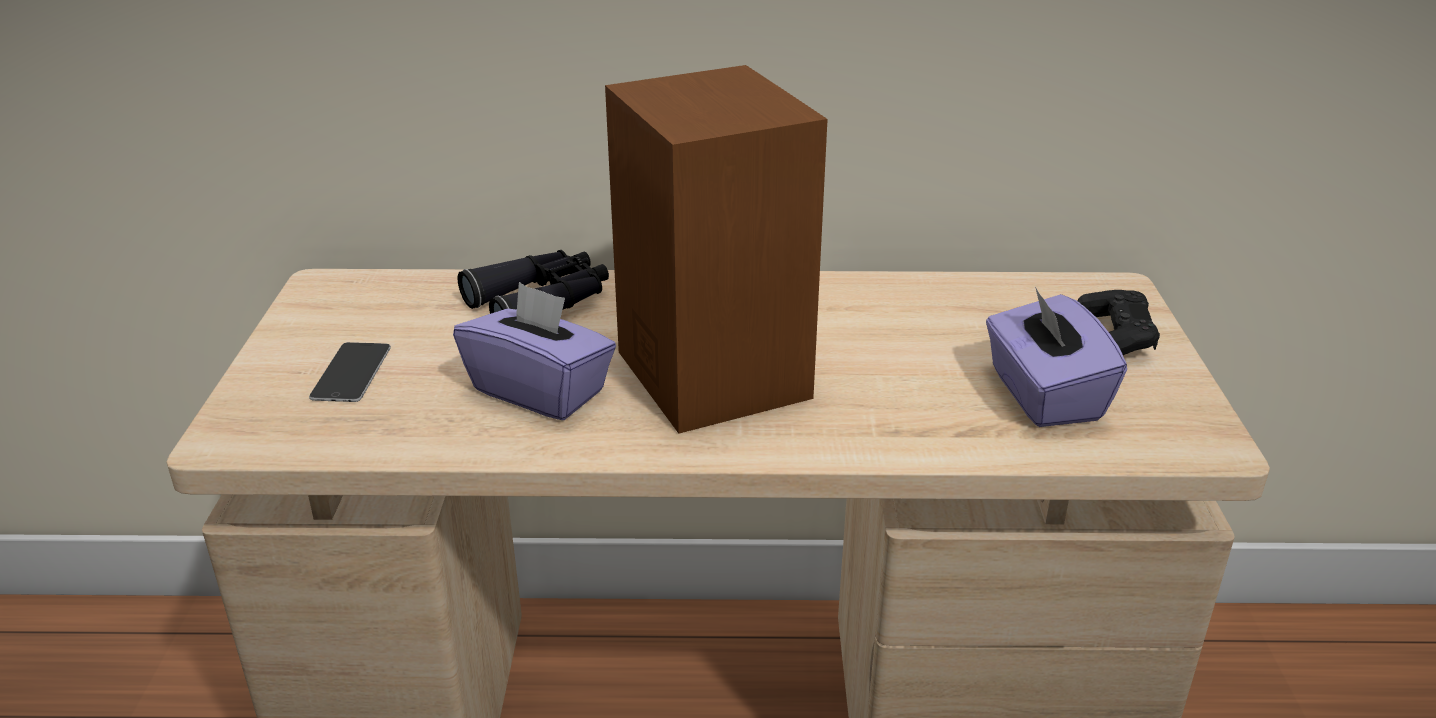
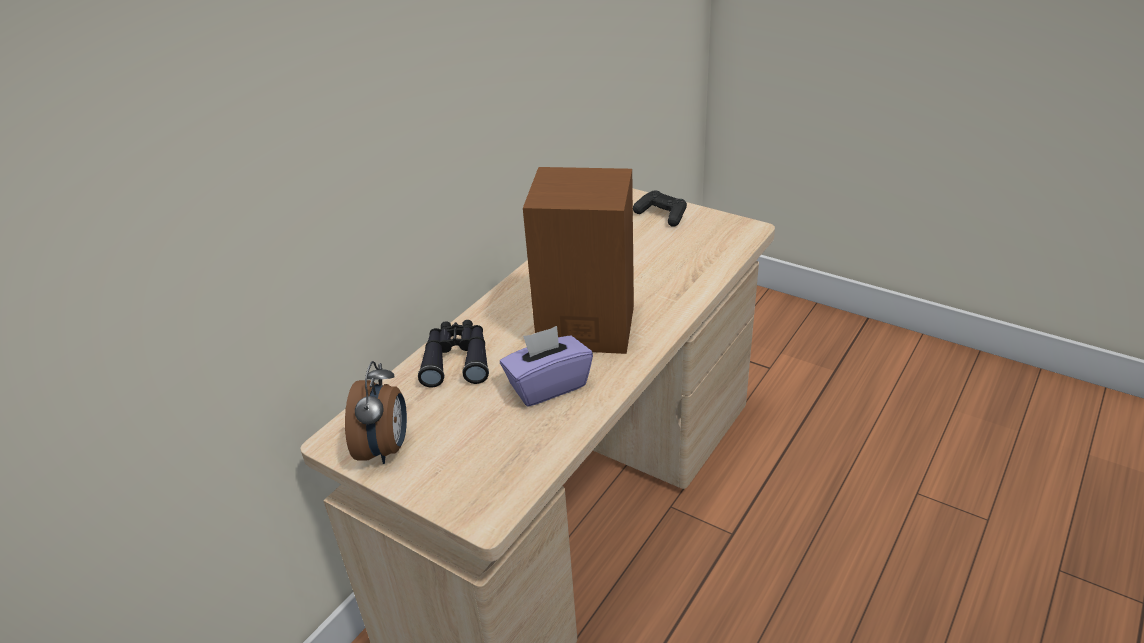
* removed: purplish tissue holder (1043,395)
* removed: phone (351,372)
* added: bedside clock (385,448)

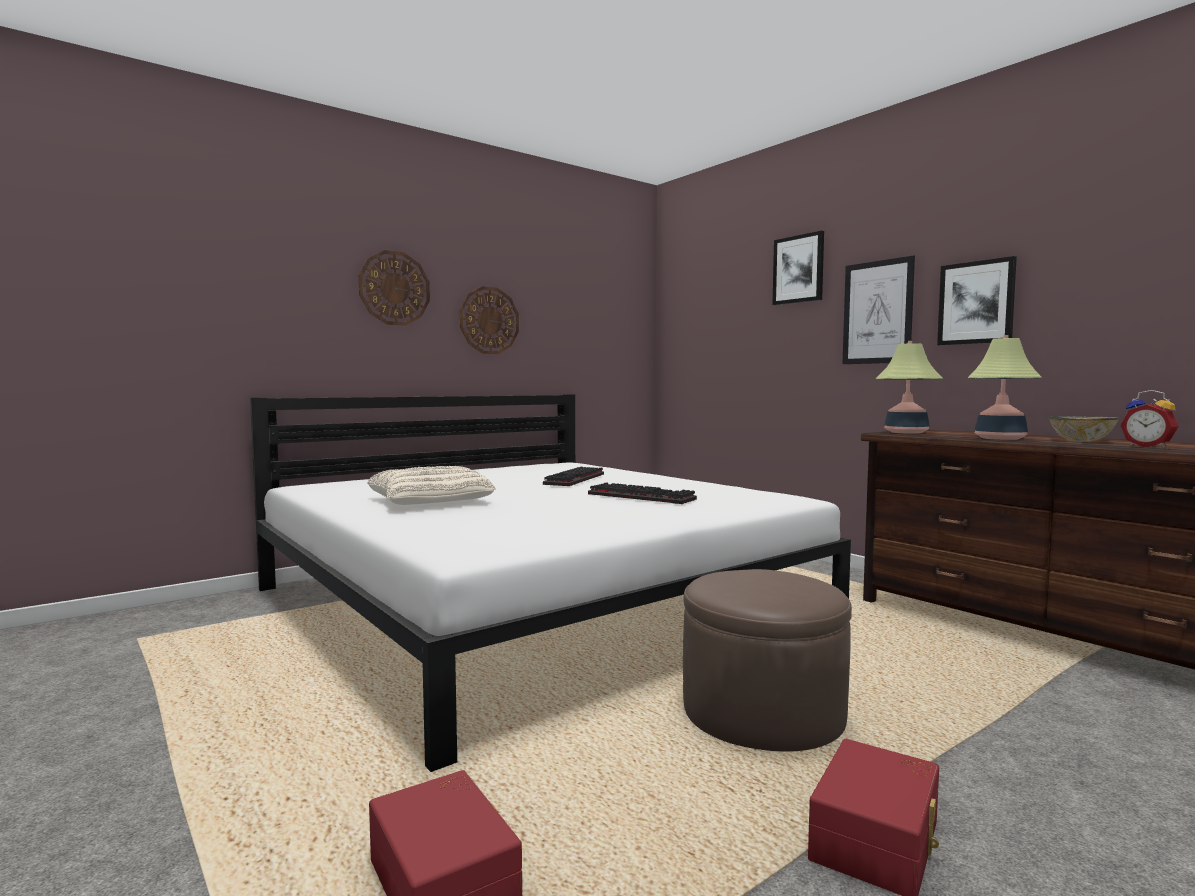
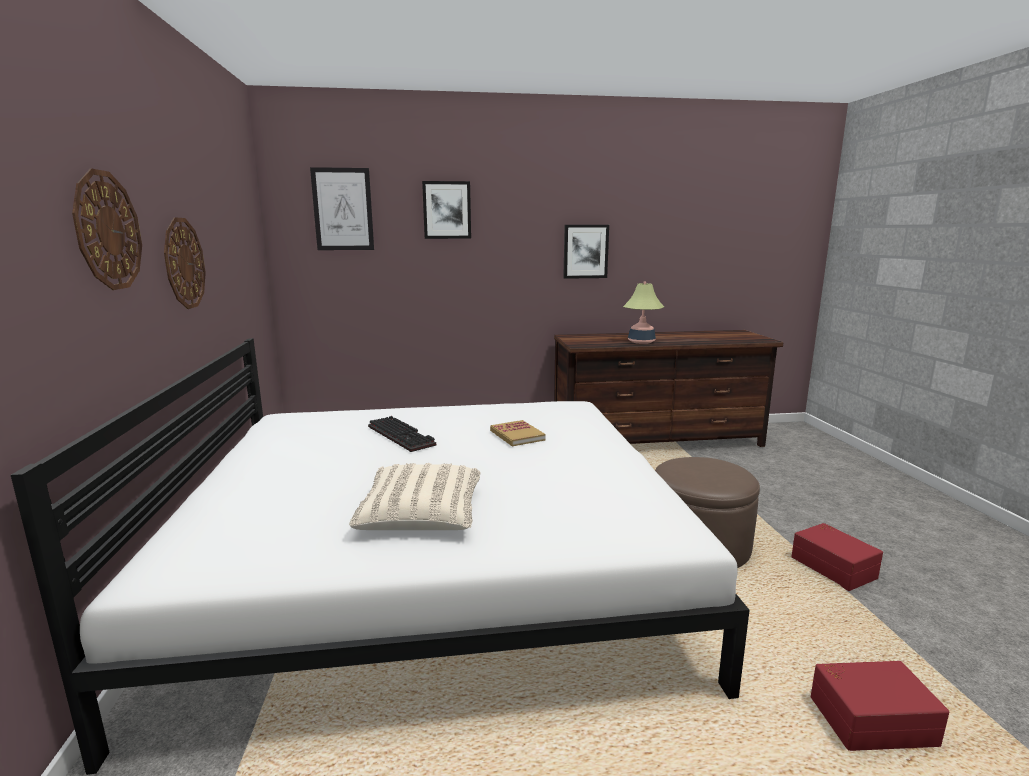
* moved: wall picture (877,312) to (343,209)
* removed: table lamp (906,432)
* removed: bedside clock (1148,446)
* removed: deep dish (1080,440)
* replaced: computer keyboard (643,497) to book (517,435)

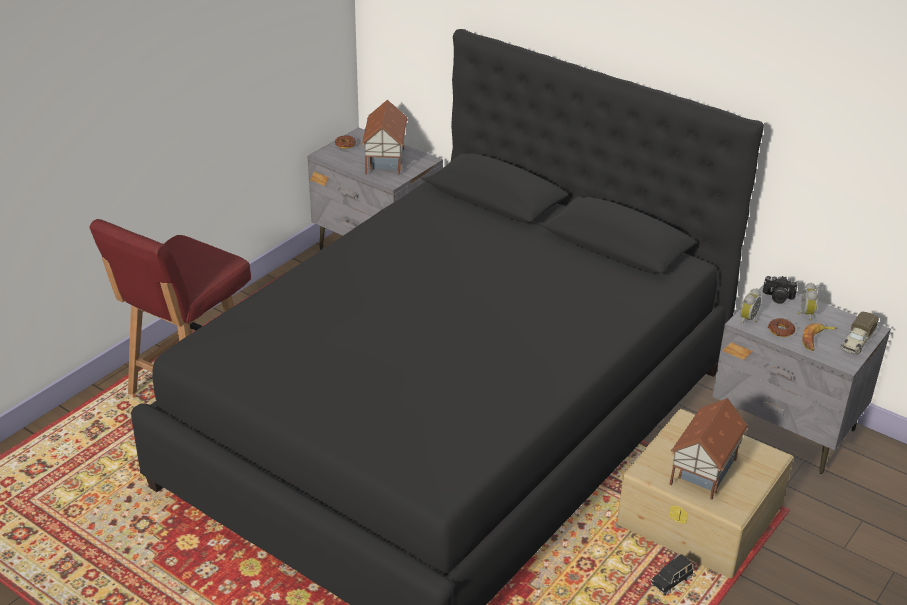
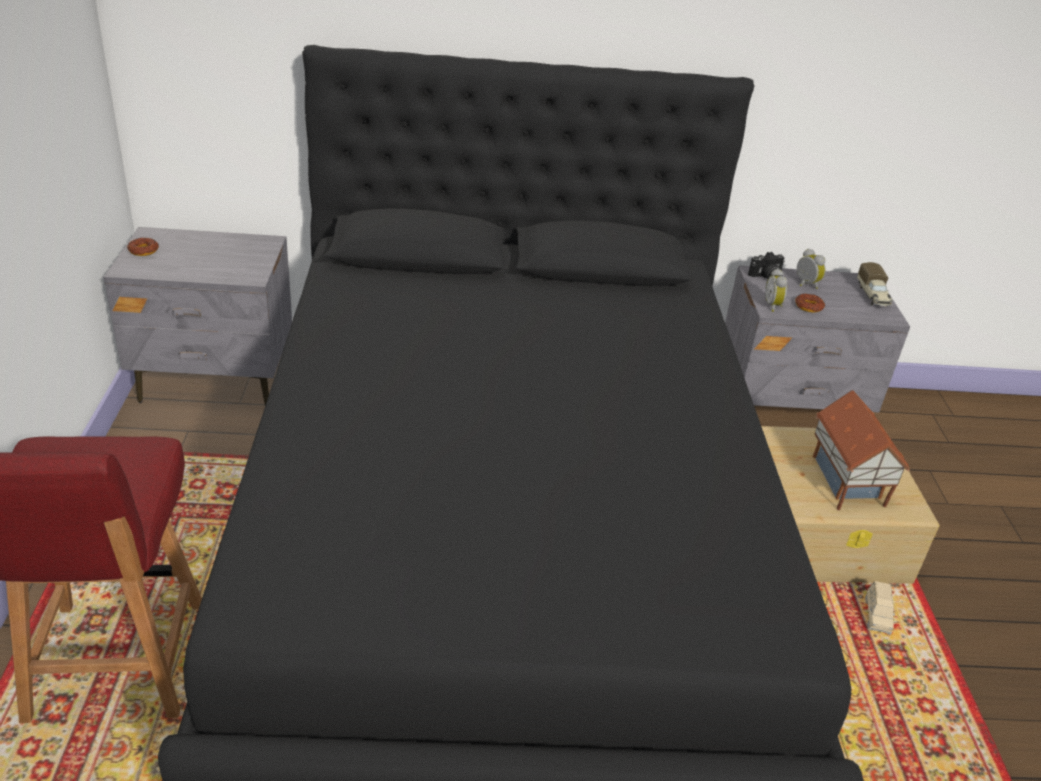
* removed: miniature house (384,161)
* removed: whole banana (817,340)
* recoloured: black model car (671,582) to sand-coloured model car (876,616)

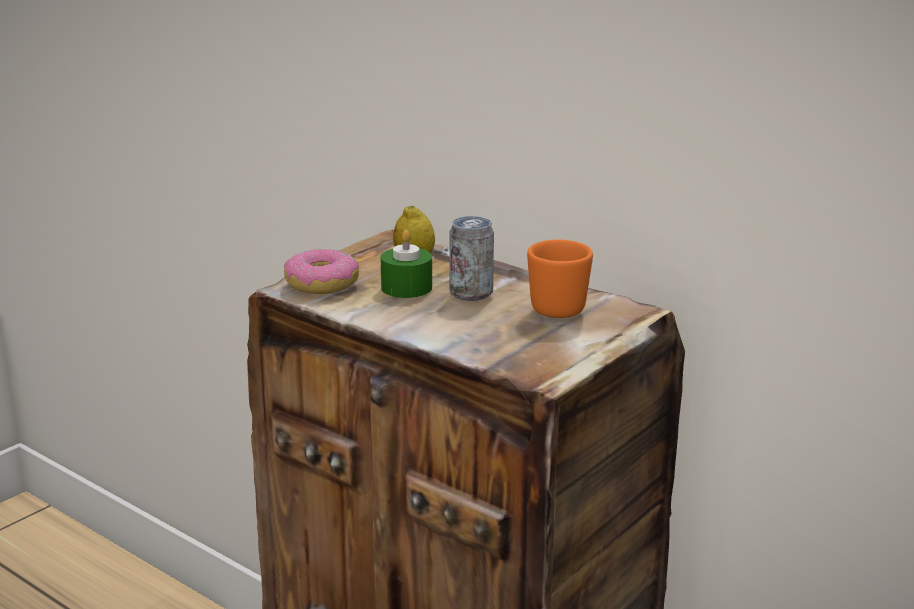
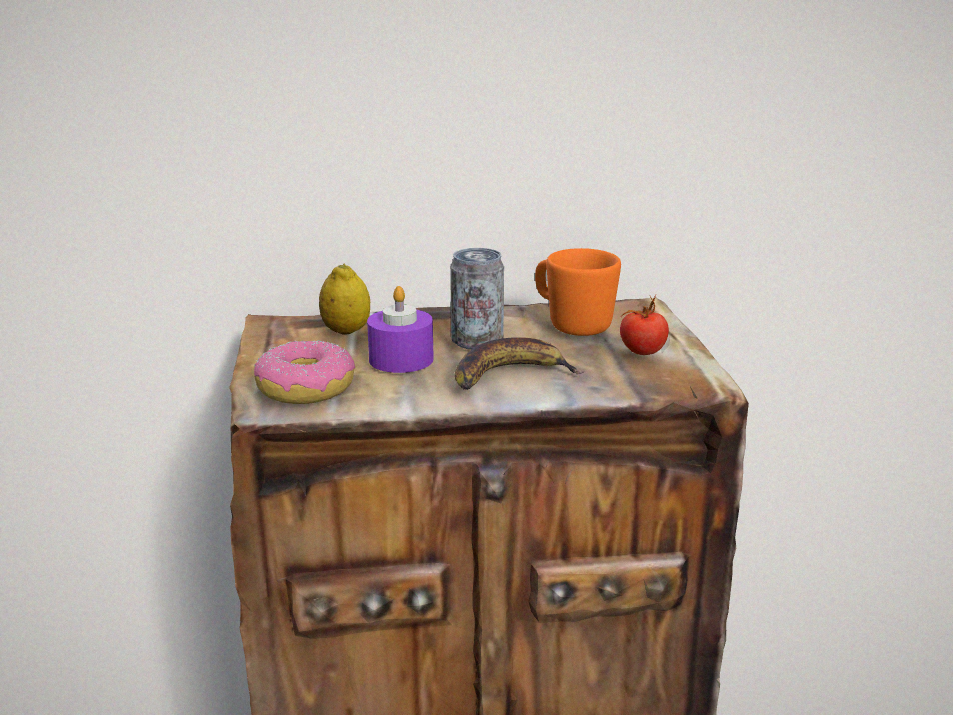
* recoloured: greenish wax light (406,288) to purplish wax light (401,359)
* added: fresh tomato (642,352)
* added: whole banana (509,376)

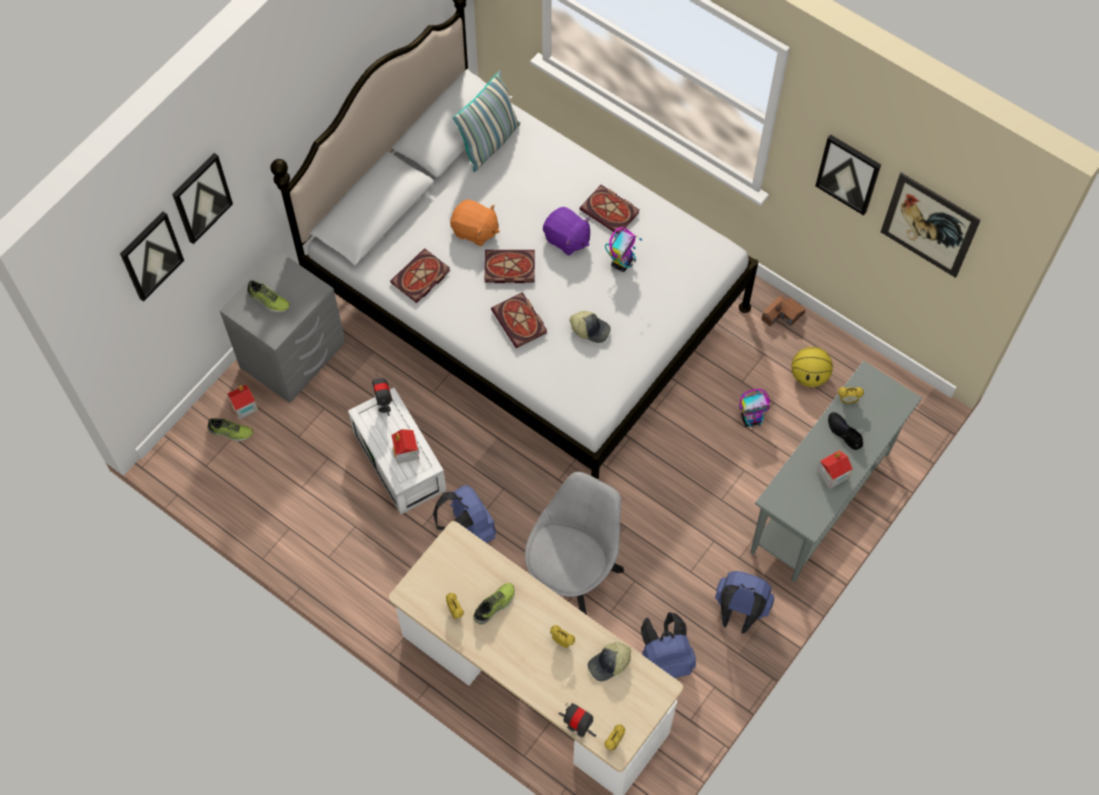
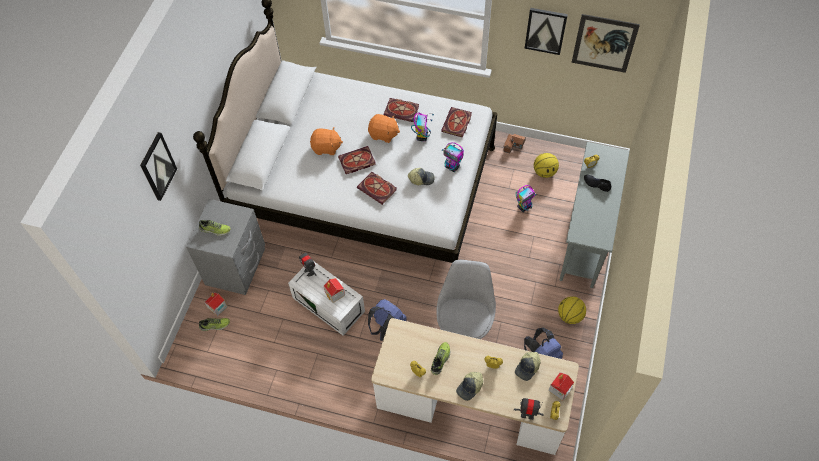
* removed: pillow (490,143)
* recoloured: purplish cuddly toy (566,239) to orange-coloured cuddly toy (383,134)
* removed: wall picture (151,255)
* moved: book (420,278) to (457,124)
* moved: miniature house (832,474) to (559,389)
* replaced: blue rucksack (739,611) to basketball (570,316)
* added: robot figure (452,167)
* added: baseball cap (470,388)

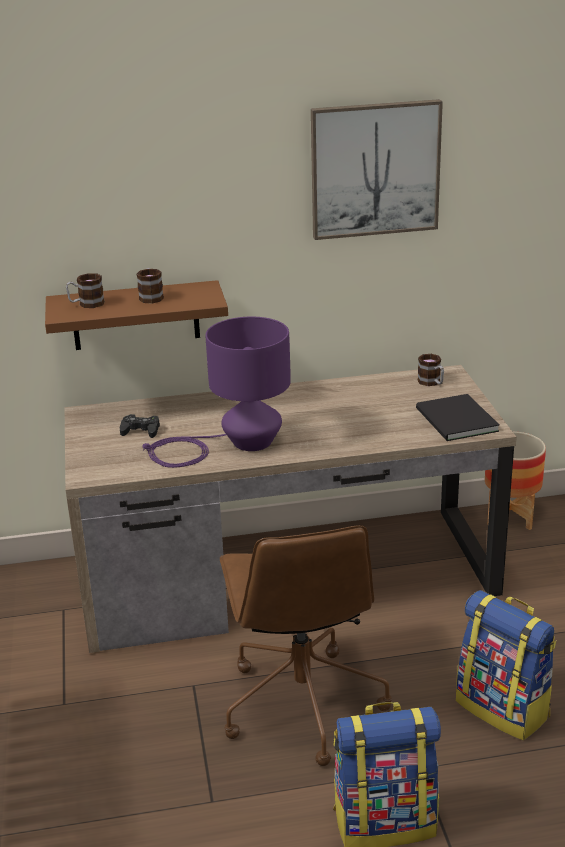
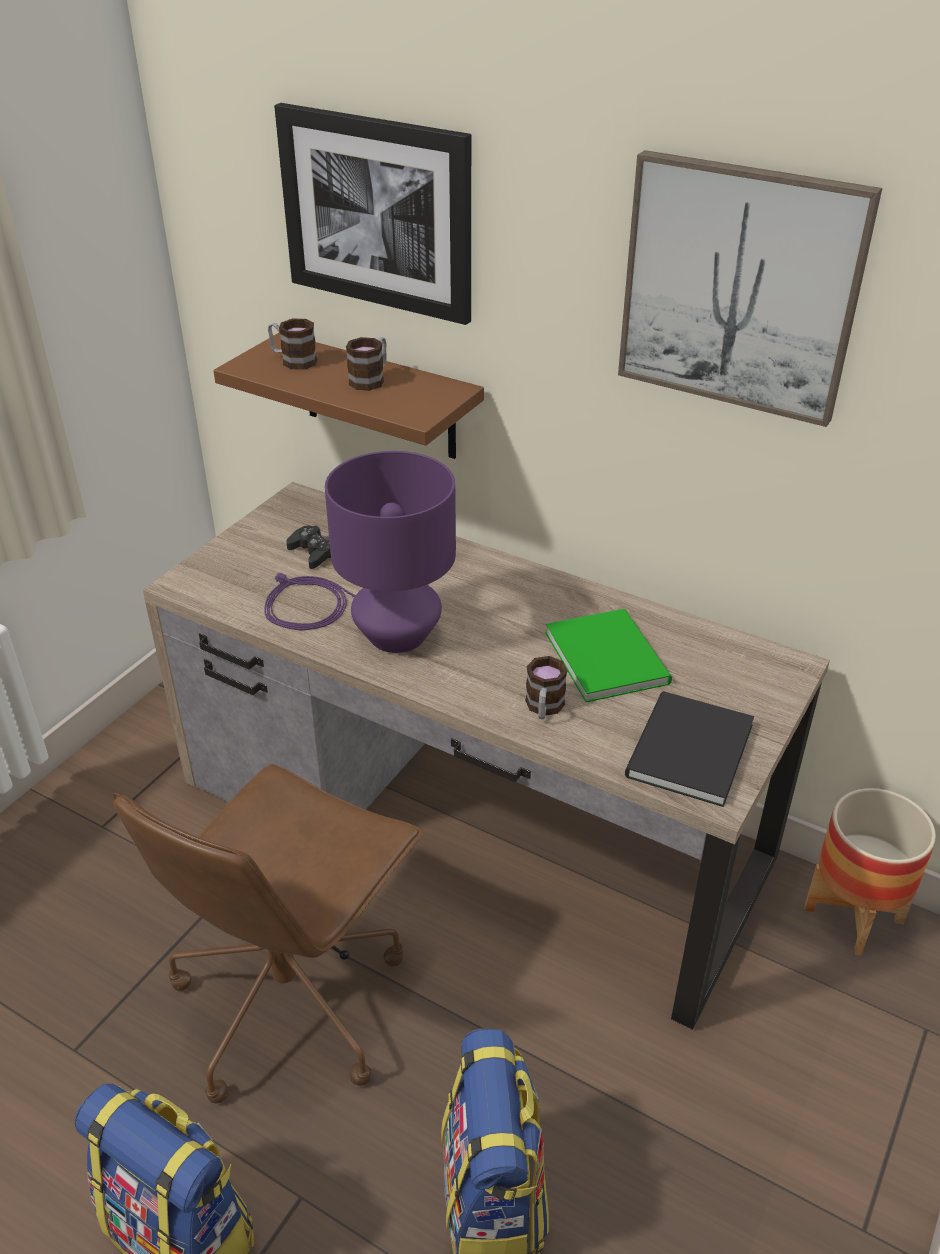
* moved: coffee mug (432,383) to (544,708)
* added: wall picture (377,212)
* added: greenish book (607,655)

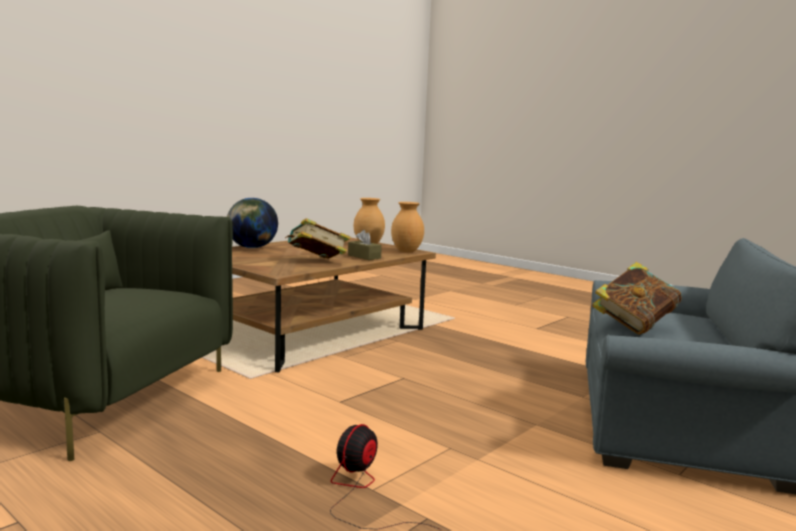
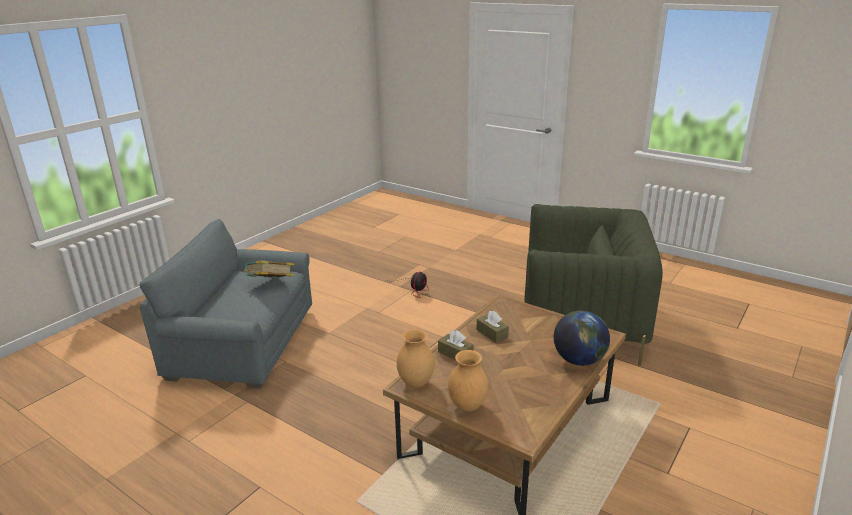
* replaced: book (316,262) to brown-coloured tissue holder (492,333)

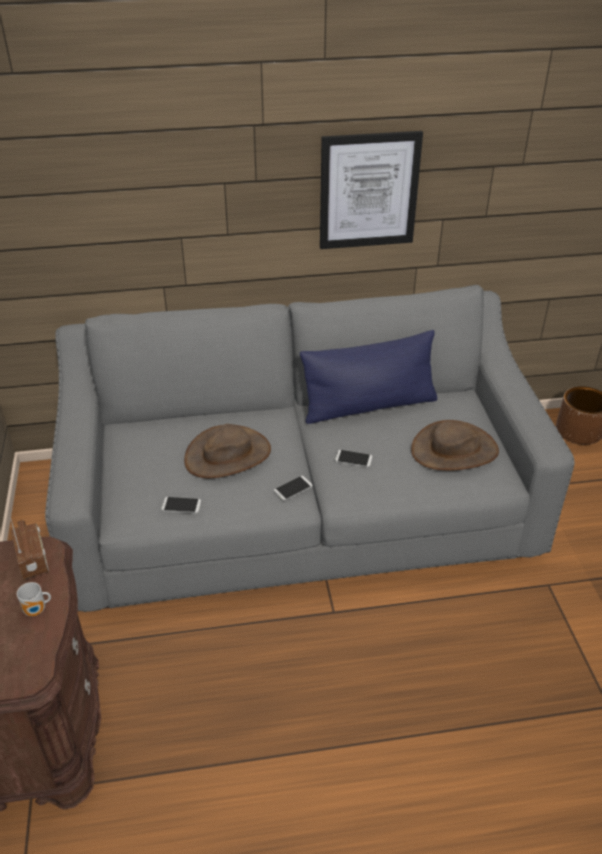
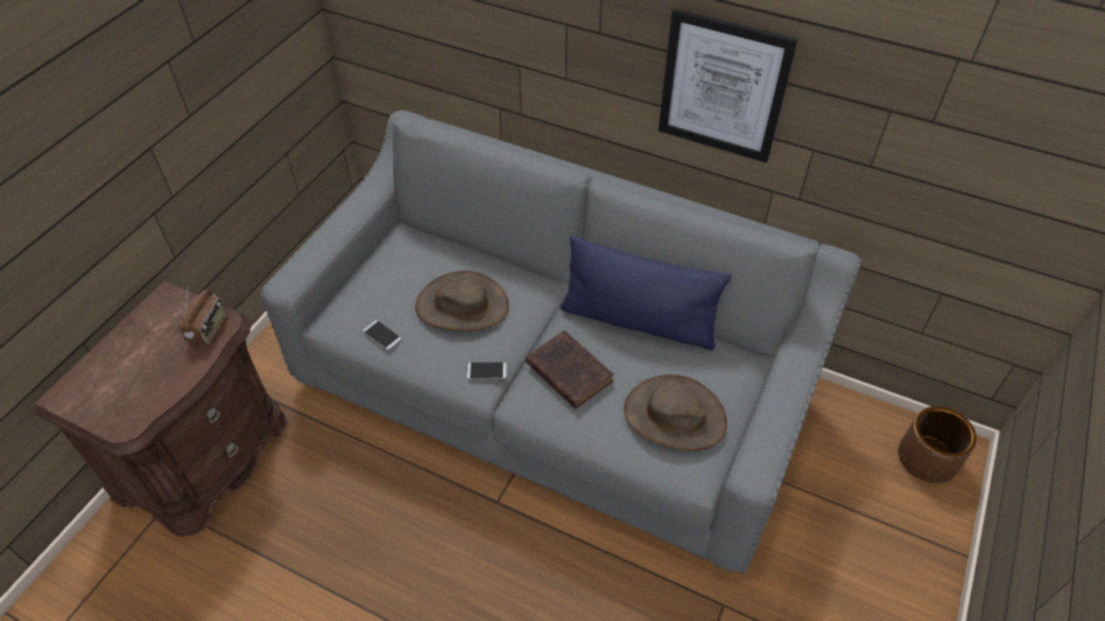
* replaced: phone (353,459) to brown-coloured book (567,371)
* removed: coffee mug (37,611)

